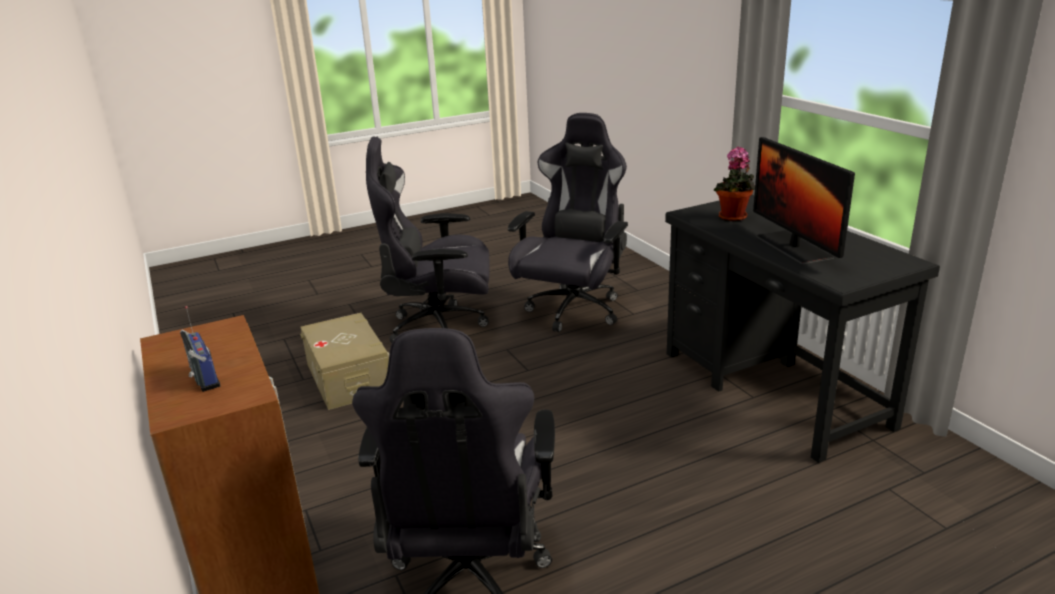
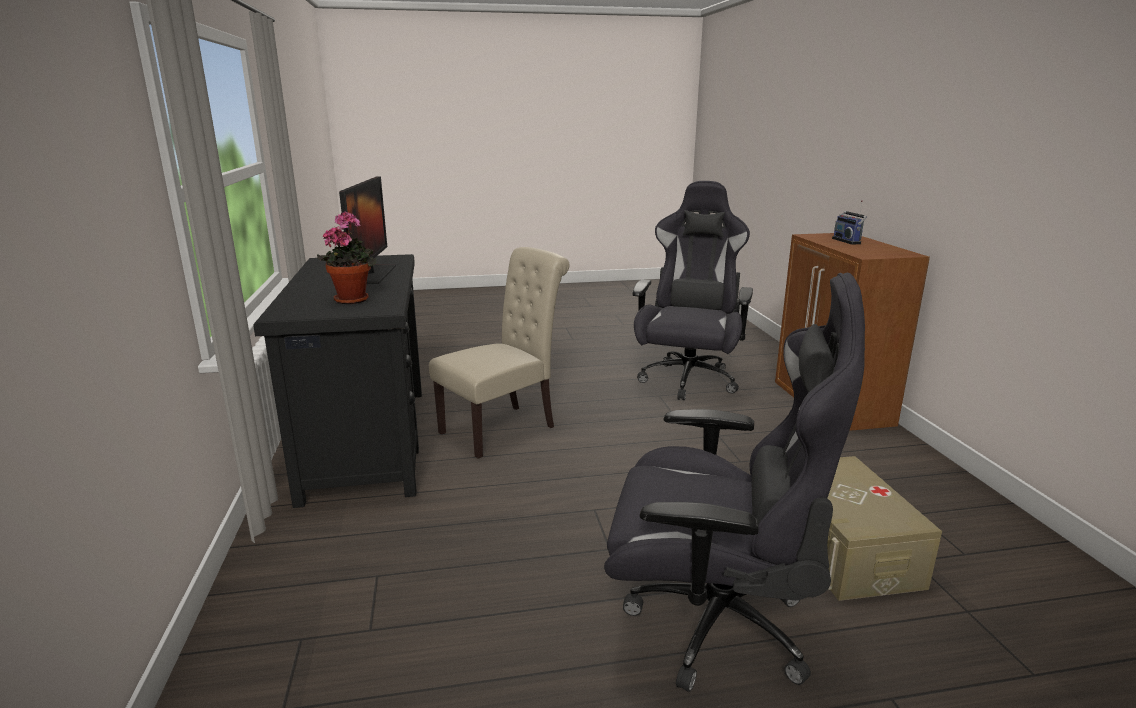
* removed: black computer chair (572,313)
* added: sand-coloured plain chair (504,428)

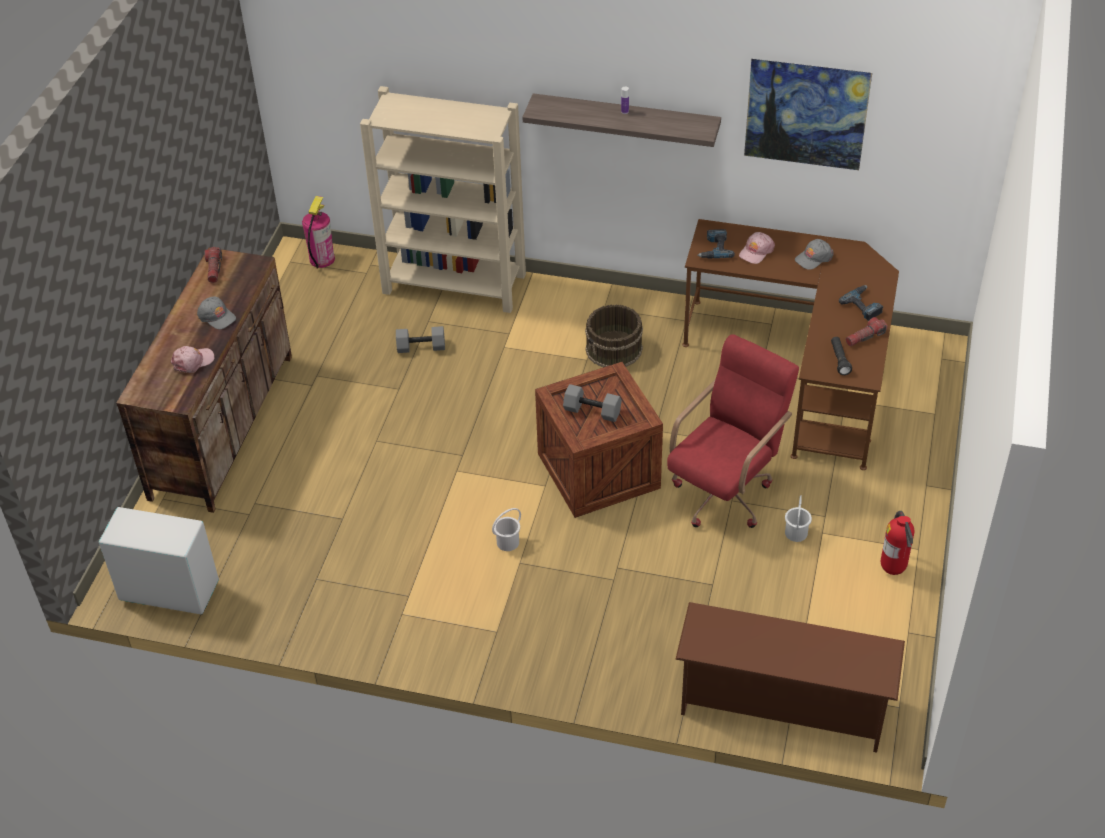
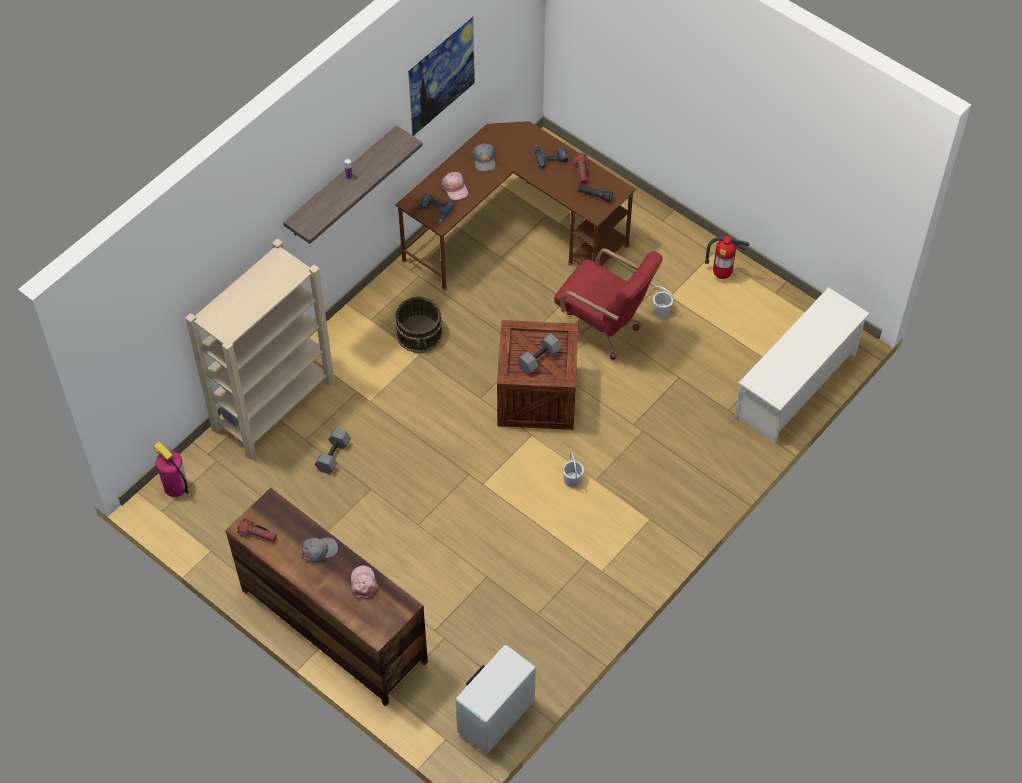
* turned: red-coloured computer chair (725,493) = (603,332) 150 degrees clockwise
* recoloured: brown-coloured shoe shelf (782,705) to whitish shoe shelf (796,386)

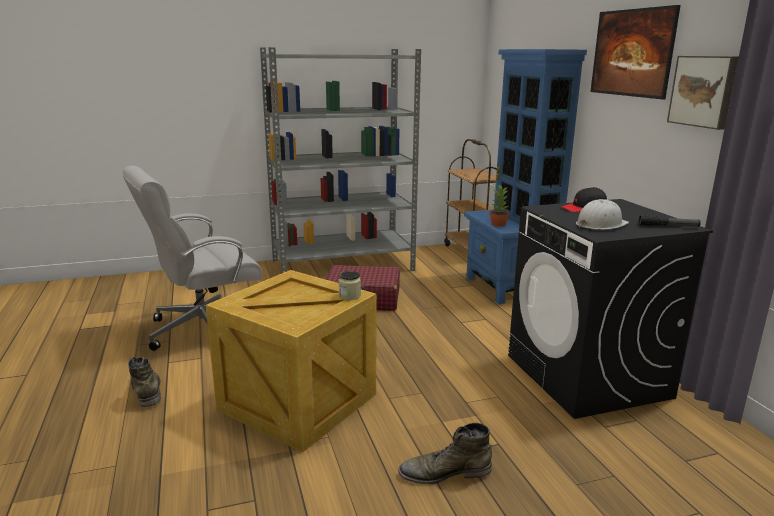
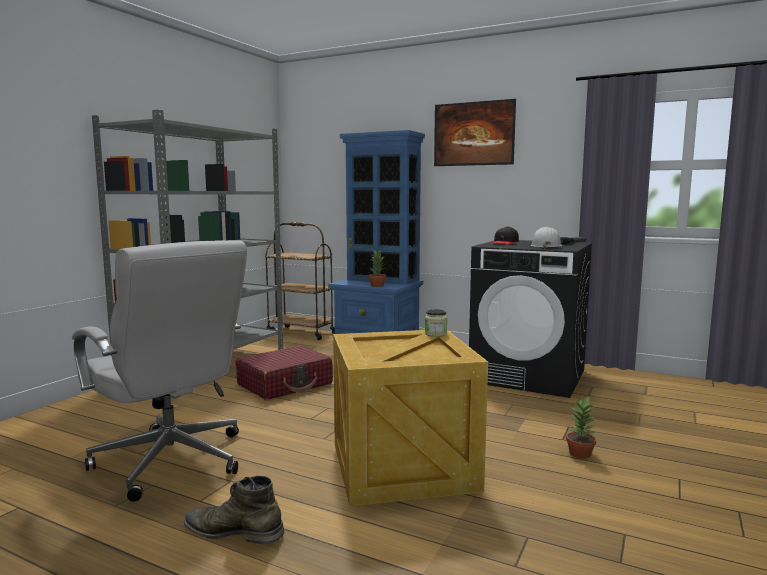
* removed: wall picture (703,91)
* turned: grey computer chair (204,328) = (171,459) 60 degrees counterclockwise
* replaced: greenish high-top boot (444,472) to houseplant (580,454)

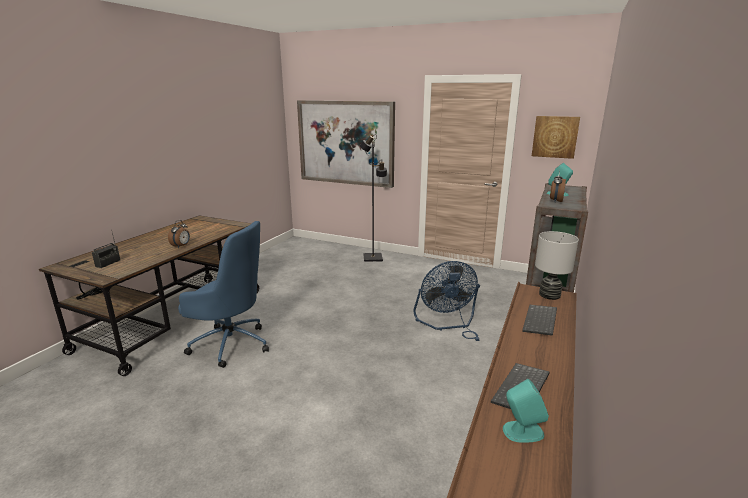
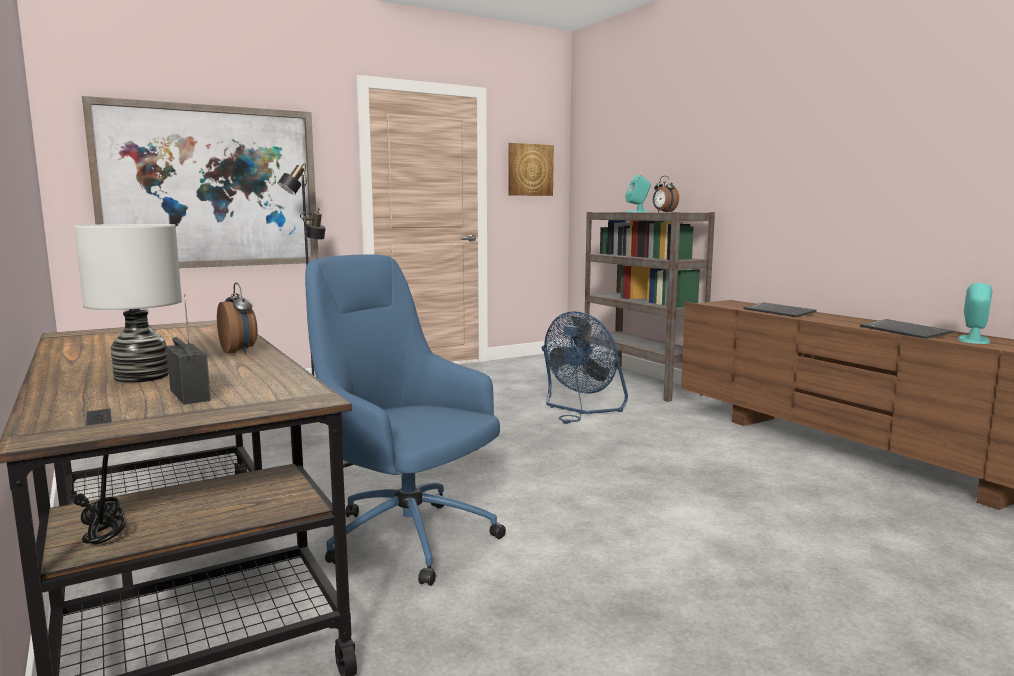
* turned: blue computer chair (231,345) = (409,539) 105 degrees counterclockwise
* moved: grey table lamp (549,295) to (142,377)
* turned: blue fan (451,324) = (576,408) 105 degrees clockwise

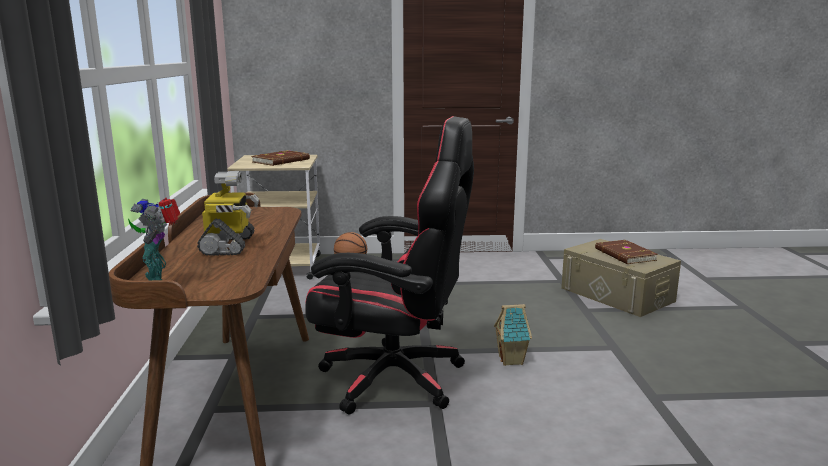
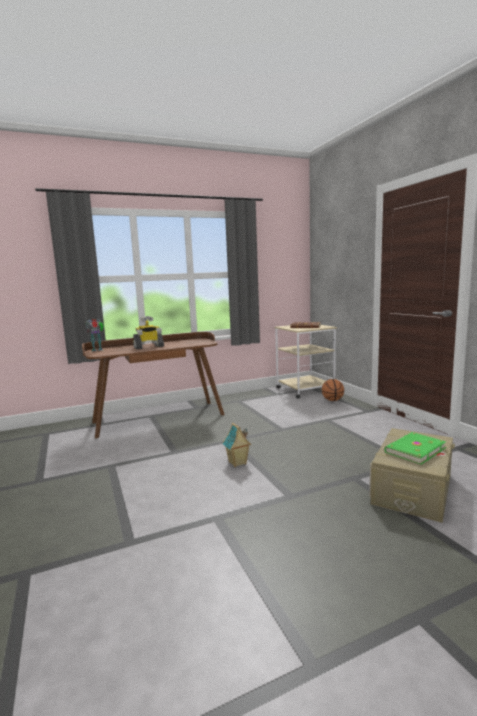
* removed: black computer chair (392,378)
* recoloured: brown-coloured book (624,255) to greenish book (414,450)

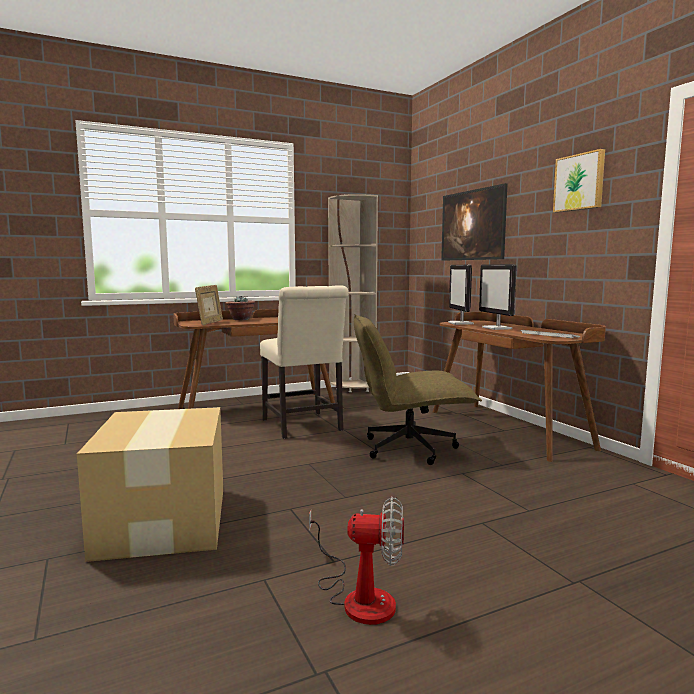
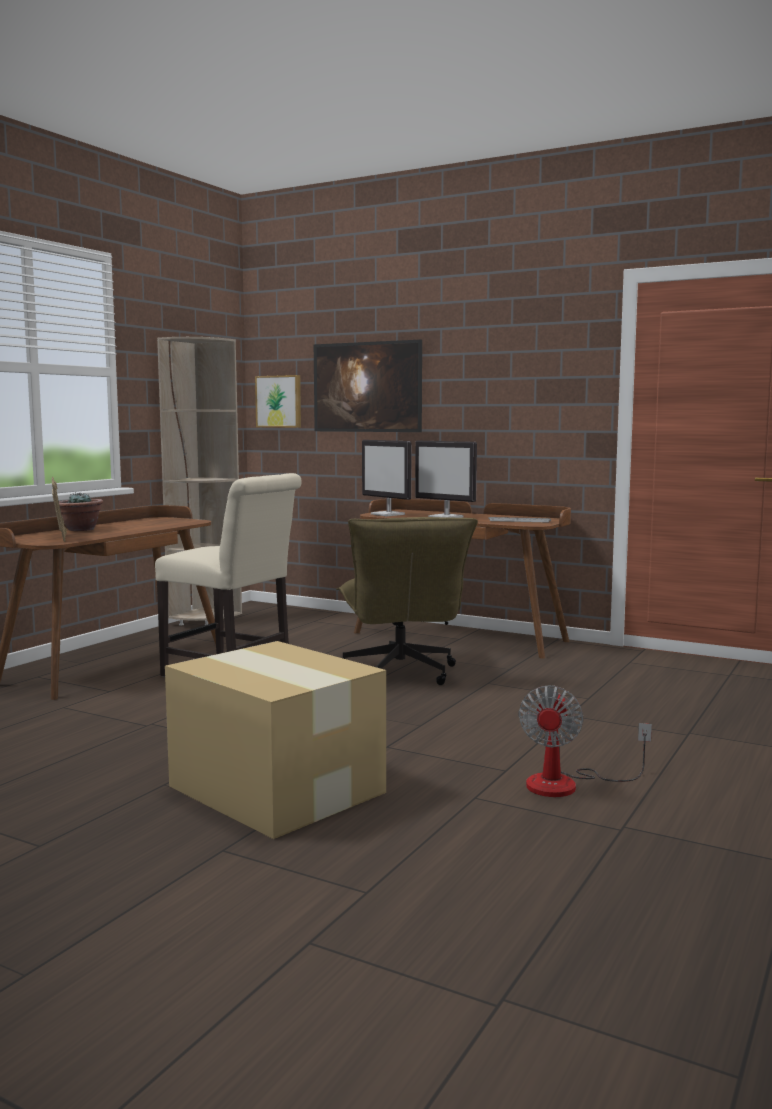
* moved: wall picture (580,182) to (279,401)
* turned: sand-coloured computer chair (410,448) = (400,672) 60 degrees counterclockwise
* turned: fan (359,596) = (567,784) 135 degrees clockwise

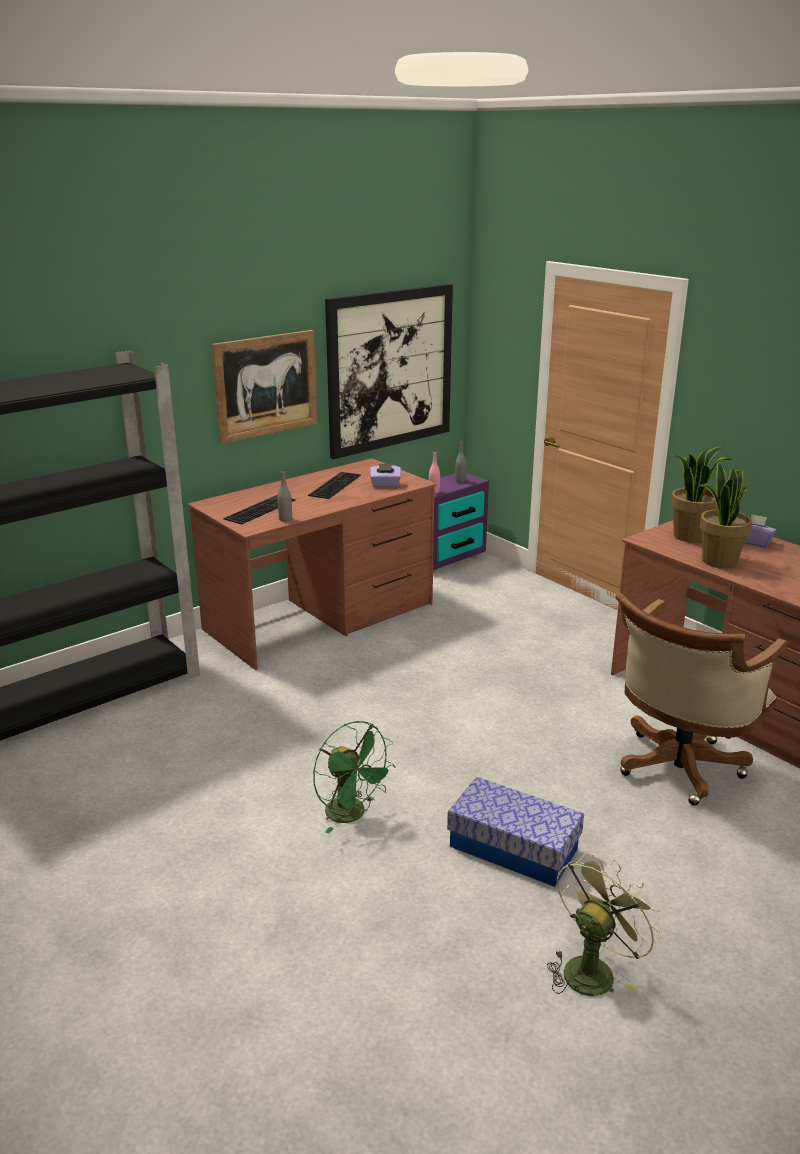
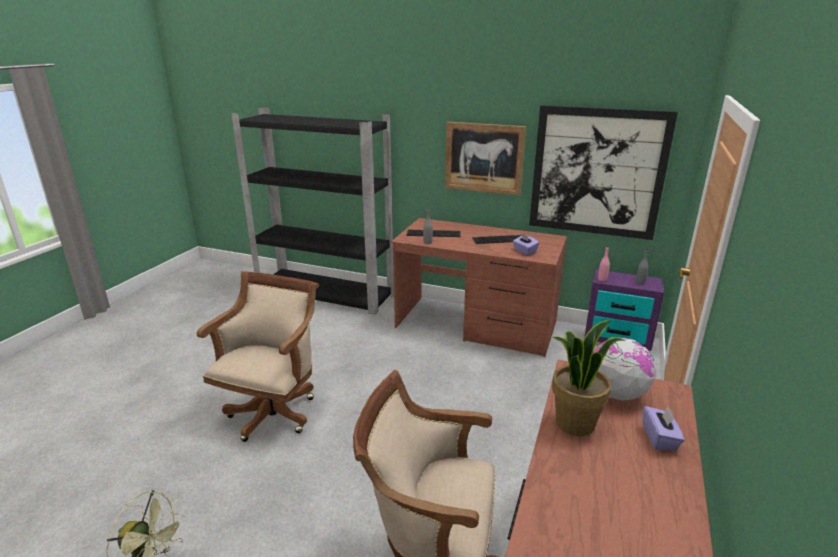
* replaced: houseplant (690,536) to desk globe (616,393)
* replaced: greenish fan (352,815) to computer chair (274,412)
* removed: storage box (513,847)

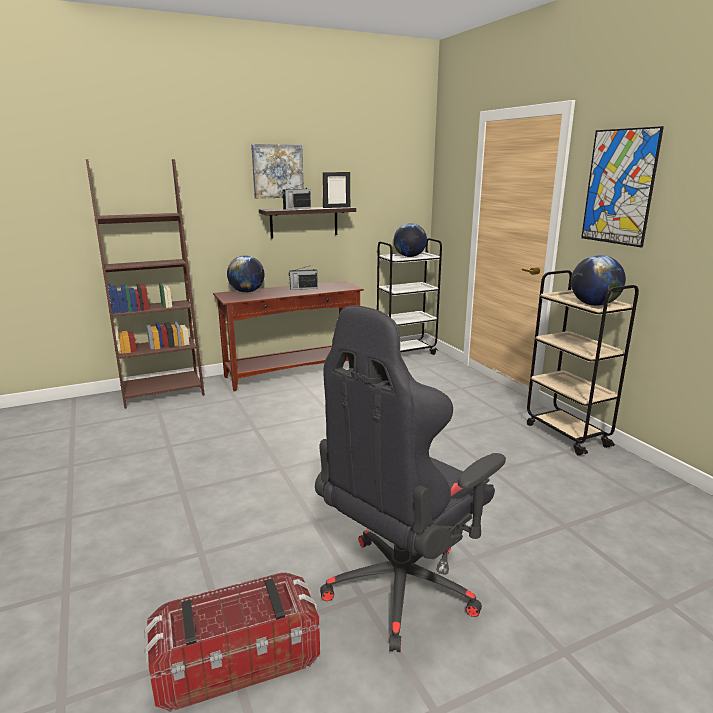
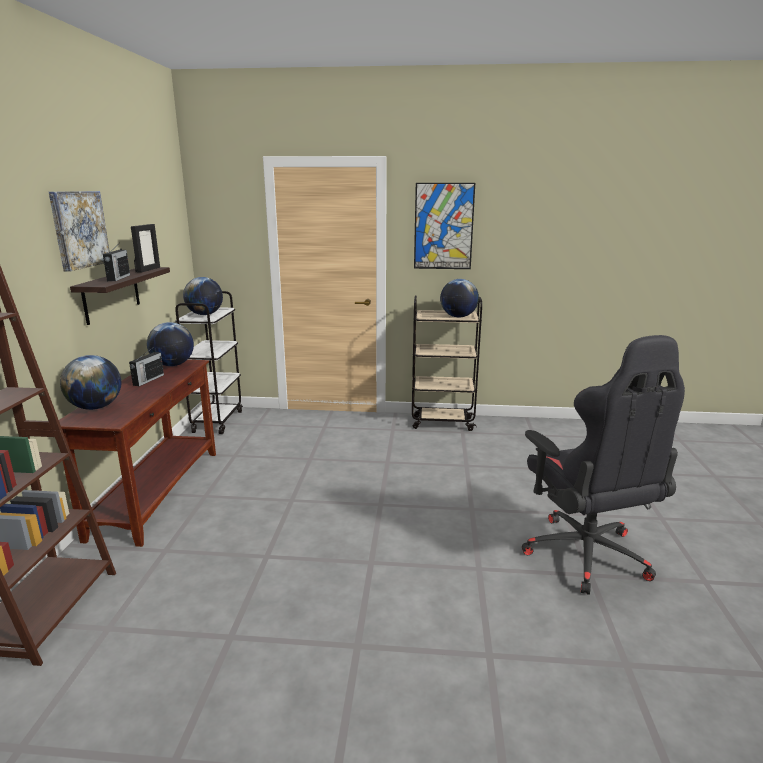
* removed: storage box (236,661)
* added: desk globe (173,365)

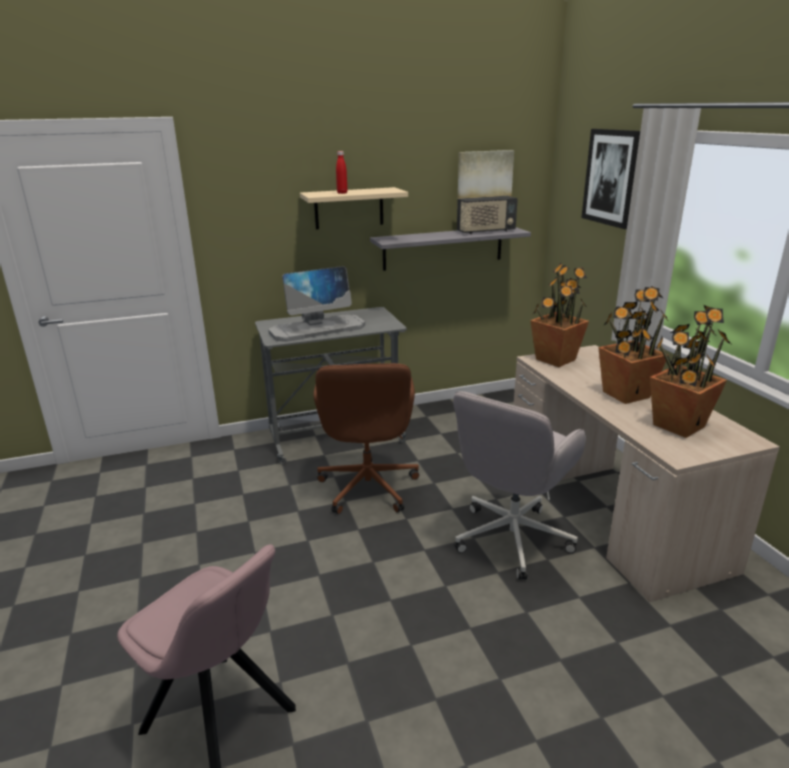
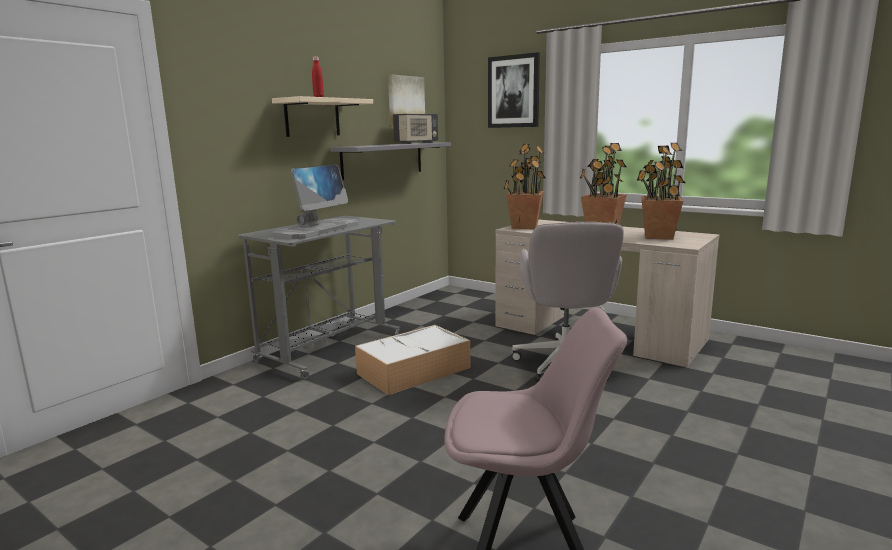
* replaced: brown-coloured computer chair (368,488) to storage box (413,371)

